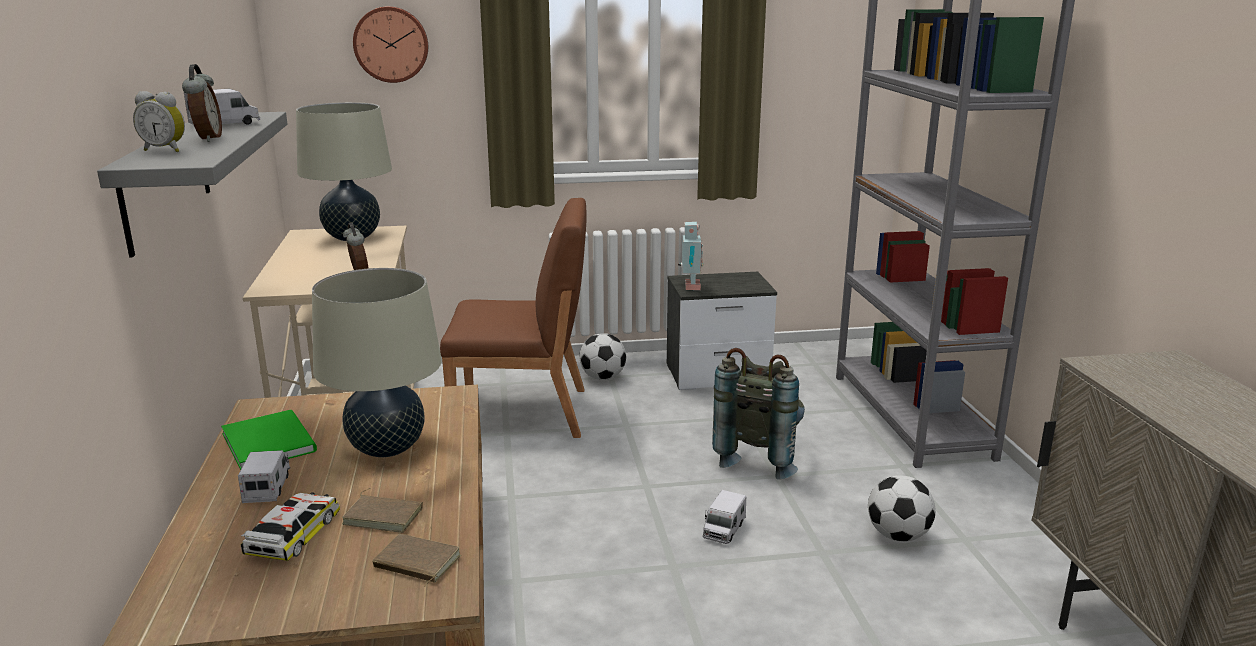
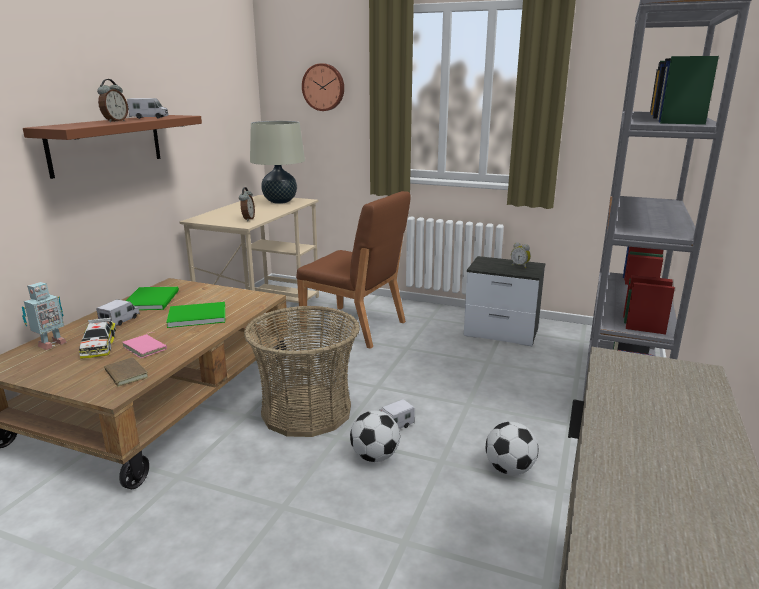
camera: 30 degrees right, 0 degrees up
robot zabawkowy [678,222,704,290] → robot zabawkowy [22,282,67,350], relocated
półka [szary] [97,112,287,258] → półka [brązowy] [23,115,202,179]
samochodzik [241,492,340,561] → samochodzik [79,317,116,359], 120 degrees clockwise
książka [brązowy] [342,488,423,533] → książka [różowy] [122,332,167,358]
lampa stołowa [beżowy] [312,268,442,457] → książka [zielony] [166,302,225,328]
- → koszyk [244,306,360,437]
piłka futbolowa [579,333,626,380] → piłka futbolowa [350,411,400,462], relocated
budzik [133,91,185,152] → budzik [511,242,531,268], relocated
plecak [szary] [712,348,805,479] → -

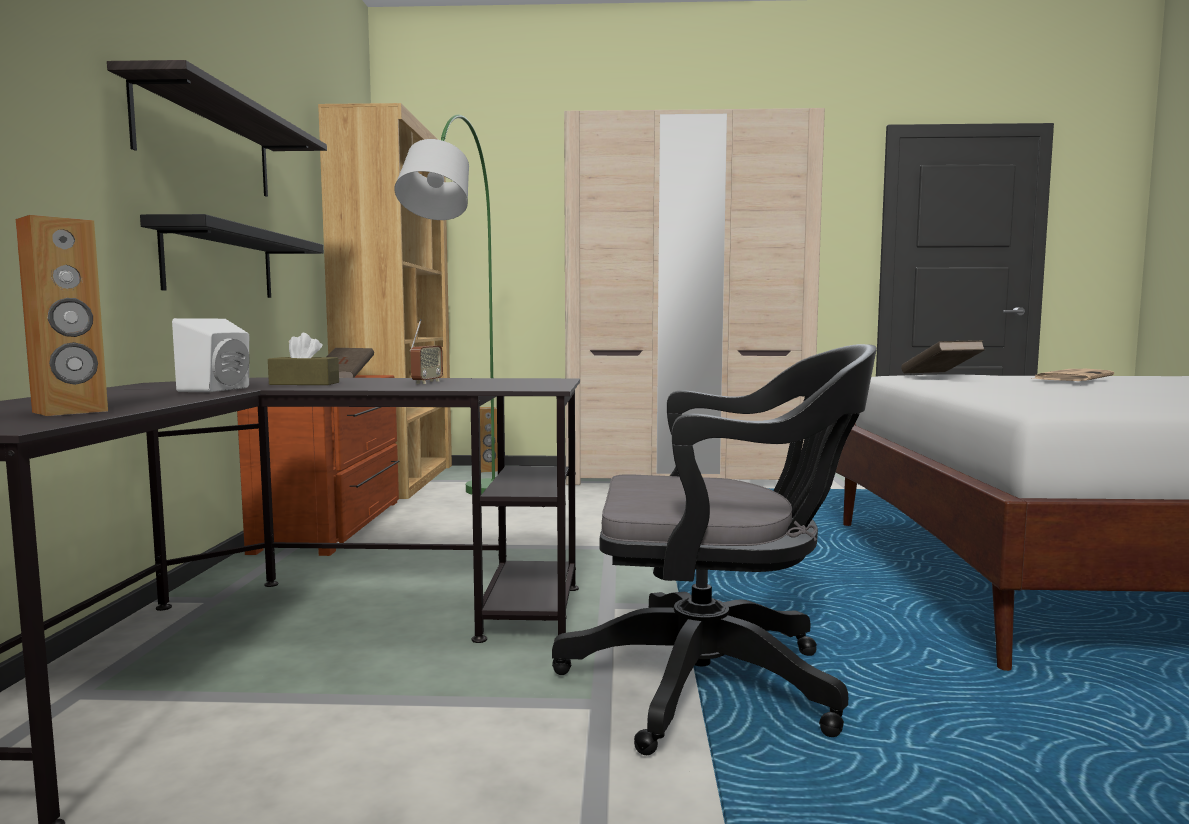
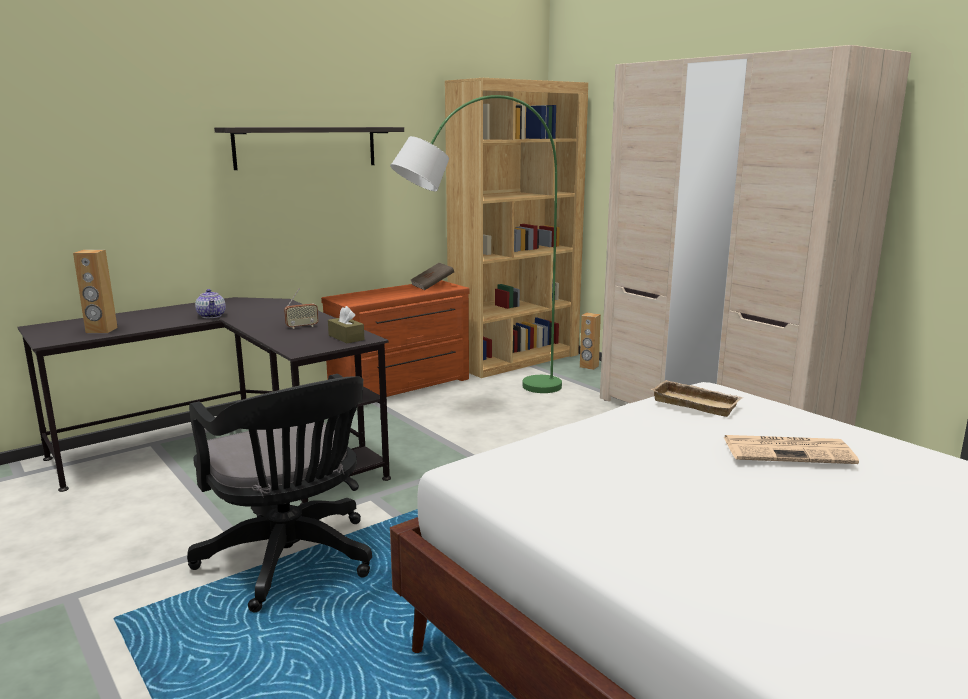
camera: 50 degrees right, 10 degrees up
głośnik [biały] [172,318,250,392] → imbryk [195,289,226,318]
pudełko chusteczek [brązowy] [268,333,339,385] → pudełko chusteczek [brązowy] [328,306,365,343], relocated
książka [brązowy] [901,340,985,373] → taca [beżowy] [650,380,743,417]
półka [czarny] [140,214,324,298] → -

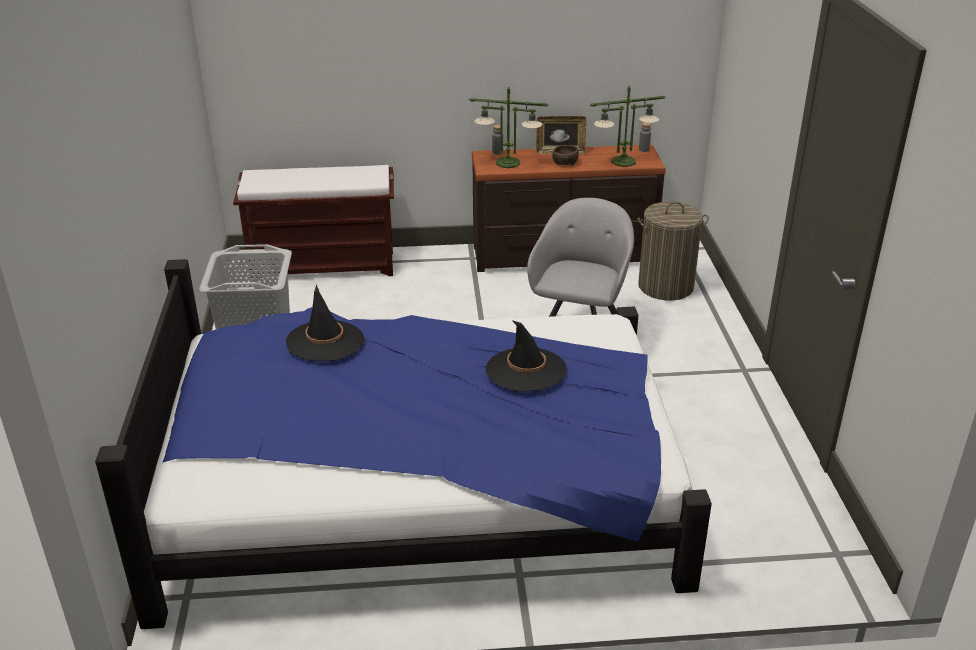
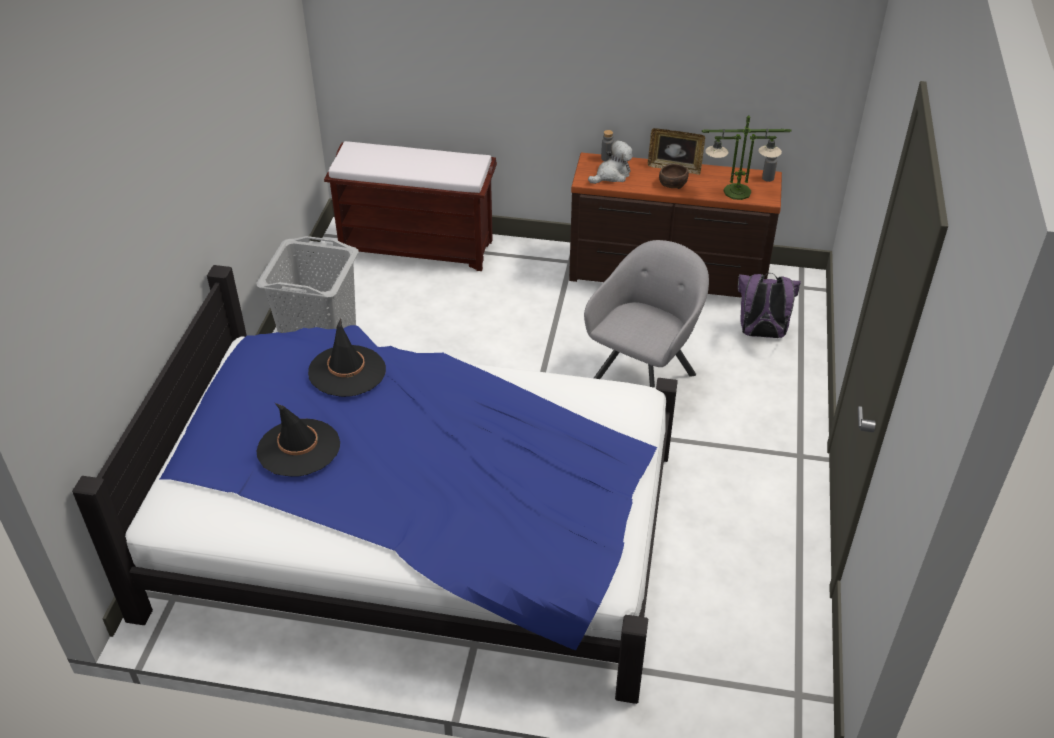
camera: 15 degrees right, 10 degrees up
kapelusz [czarny] [486,320,567,391] → kapelusz [czarny] [257,403,340,476], relocated
lampa stołowa [469,87,549,168] → pluszak [588,140,633,184]
kosz na pranie [638,202,709,301] → plecak [fioletowy] [738,273,801,338]

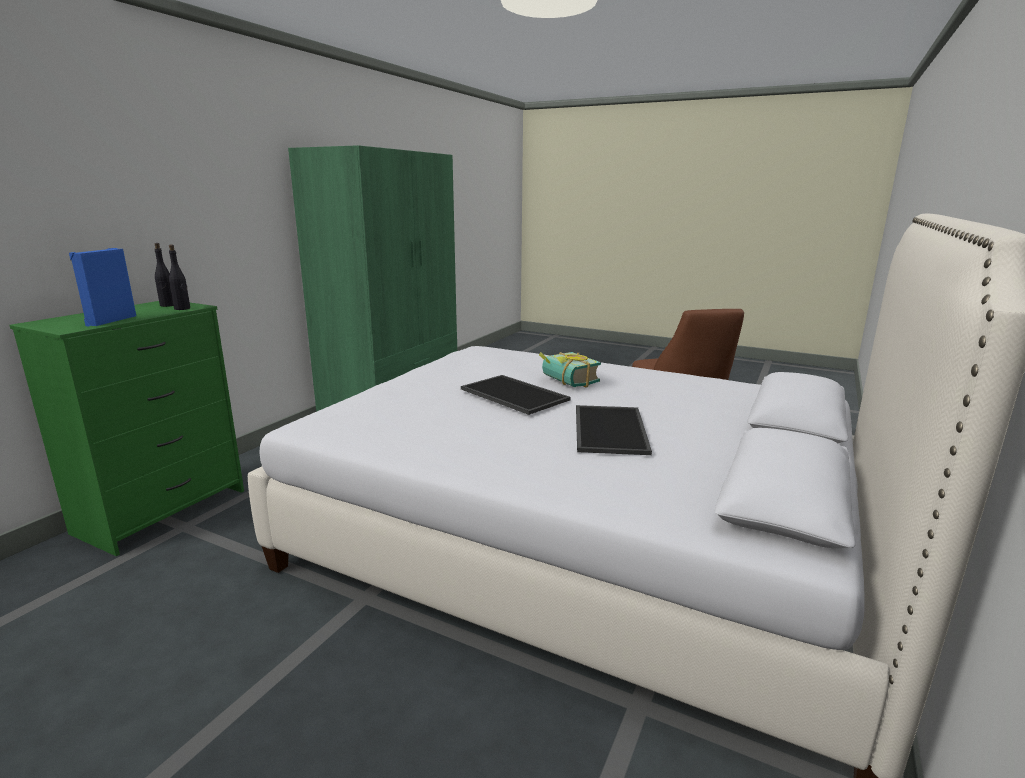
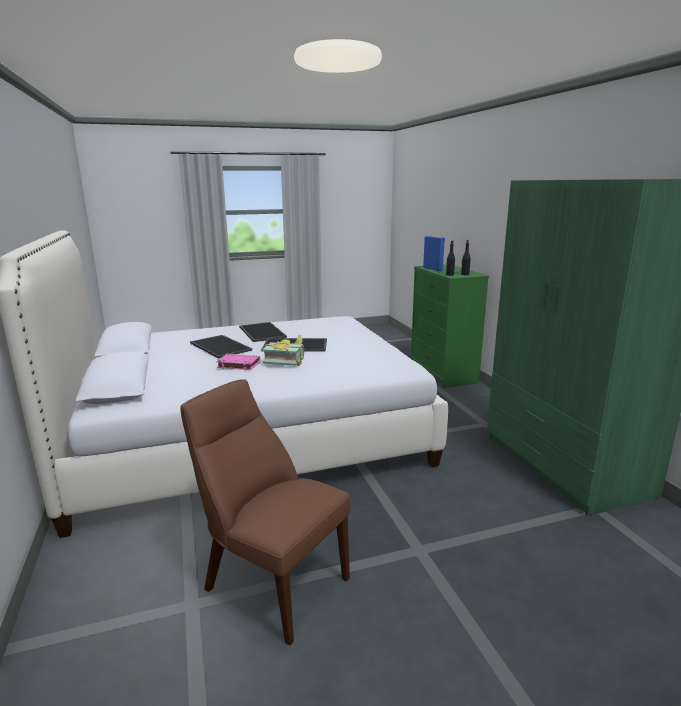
camera: 135 degrees right, 0 degrees up
- → książka [różowy] [216,354,260,370]
- → taca [239,322,287,342]

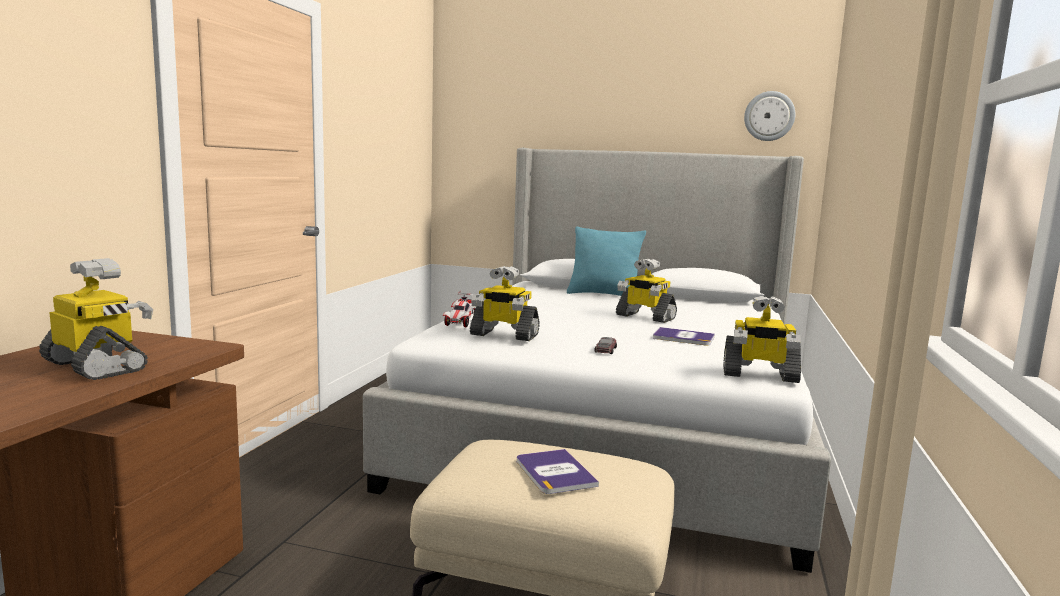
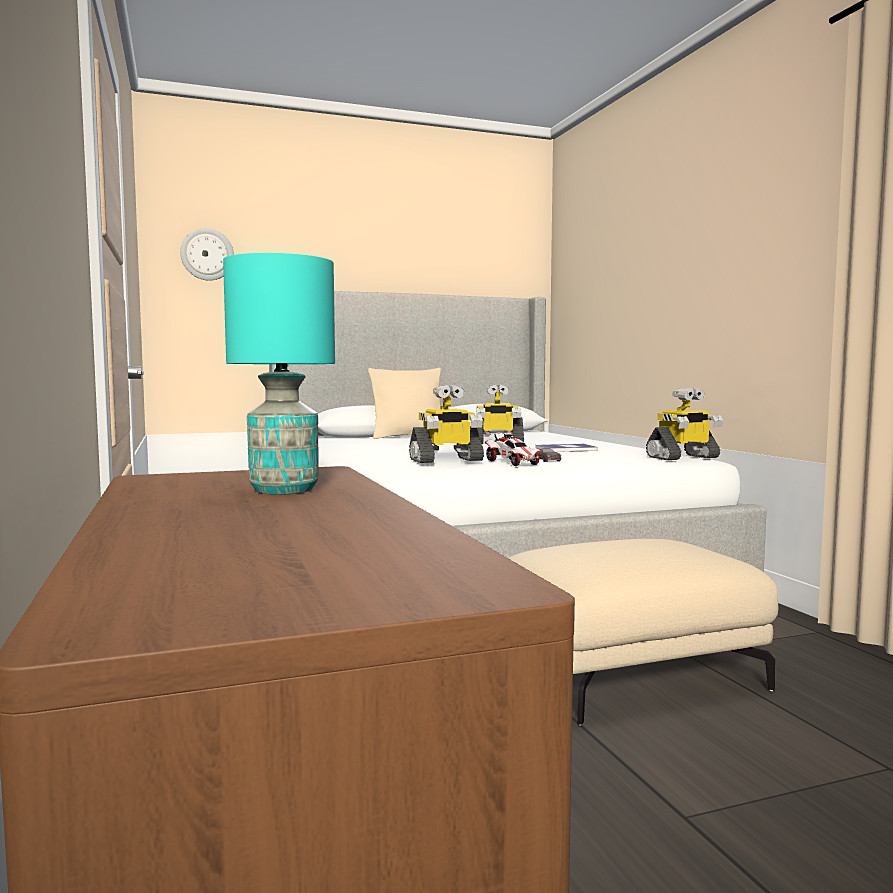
camera: 35 degrees left, 5 degrees down
zegar ścienny [744,91,795,141] → zegar ścienny [180,228,234,281], relocated
robot zabawkowy [39,258,153,380] → lampa stołowa [turkusowy] [223,253,335,495]
poduszka [turkusowy] [567,227,646,296] → poduszka [beżowy] [368,368,441,439]
samochodzik [443,290,477,327] → samochodzik [485,430,541,466], relocated
książka [517,449,599,494] → -

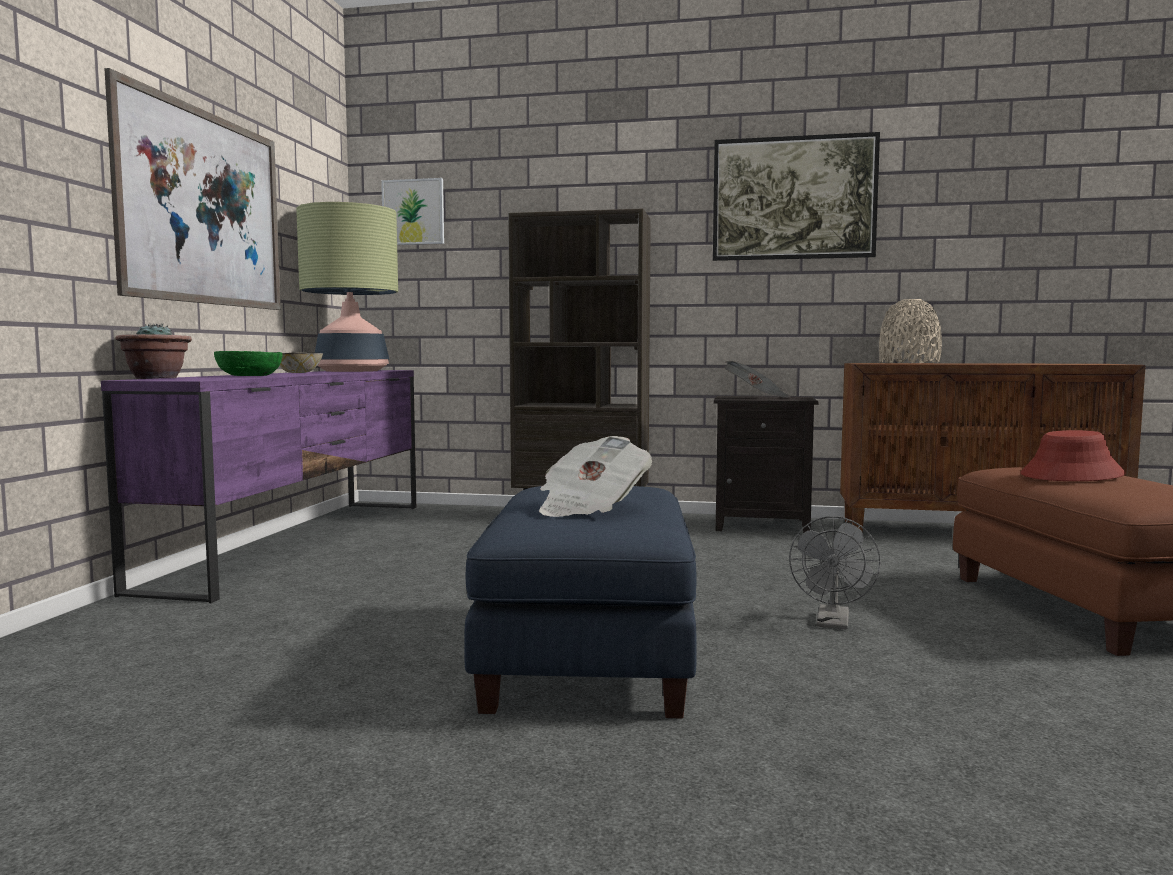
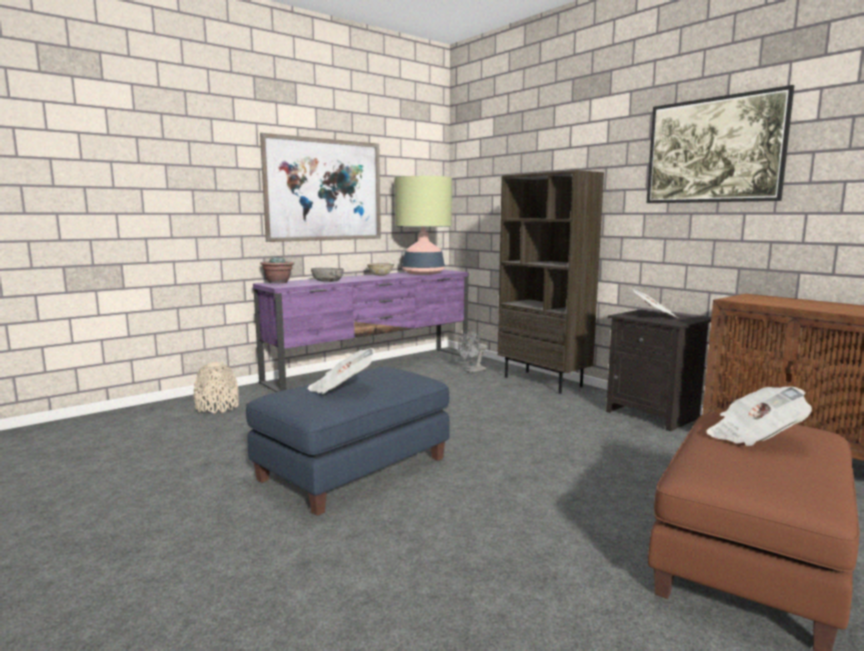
camera: 40 degrees right, 5 degrees up
wazon [beżowy] [879,299,942,363] → wazon [beżowy] [194,362,239,413], relocated
miska [zielony] [214,351,282,376] → miska [szary] [311,268,344,282]
wentylator [szary] [789,516,881,629] → wentylator [szary] [458,329,488,373], relocated
kapelusz [czerwony] [1020,430,1126,481] → gazeta [707,387,812,446]
obraz [381,178,444,245] → -

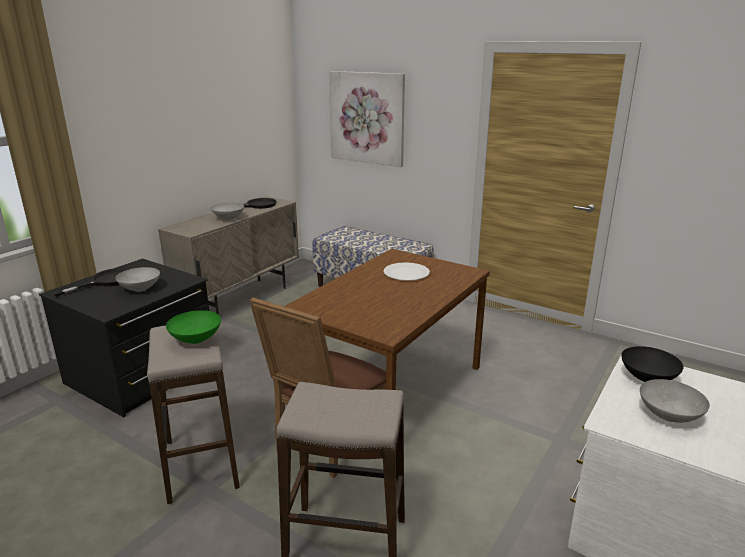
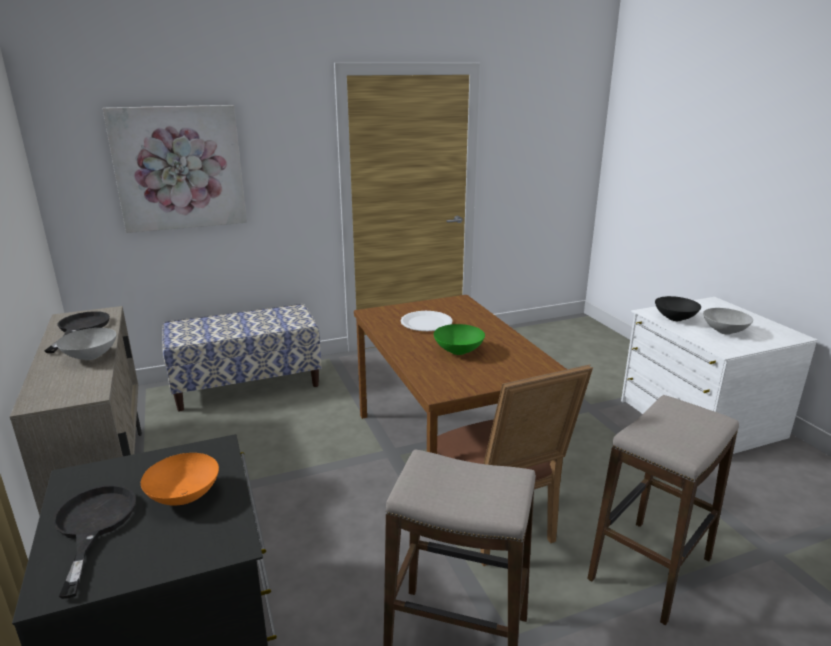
camera: 55 degrees left, 0 degrees up
miska [szary] [116,267,160,292] → miska [pomarańczowy] [141,453,219,506]
miska [zielony] [166,310,221,344] → miska [zielony] [434,324,485,355], relocated

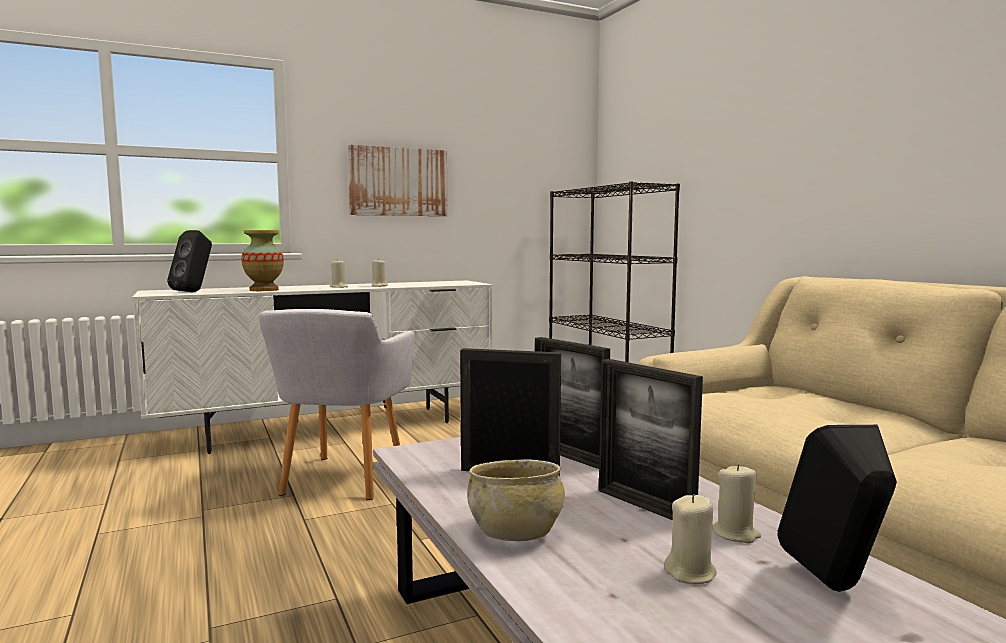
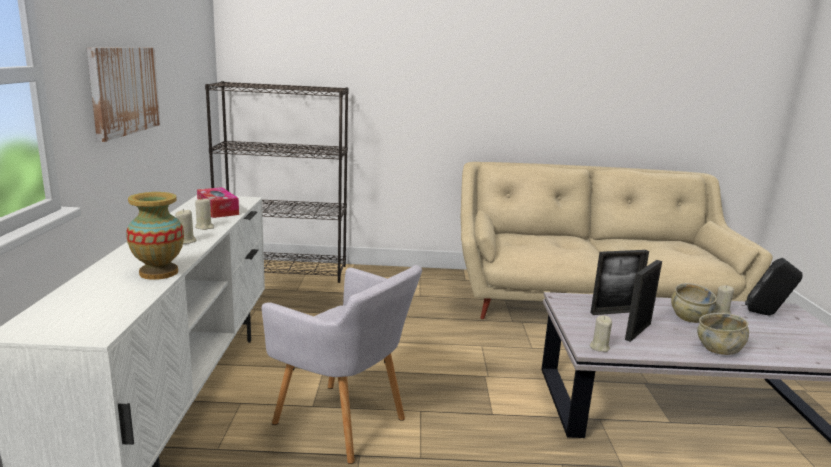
camera: 65 degrees left, 10 degrees up
- → pudełko chusteczek [197,187,239,218]
świeca [beżowy] [664,494,717,584] → świeca [beżowy] [590,316,612,352], relocated
ramka na zdjęcie [599,359,703,520] → miska [beżowy] [671,283,717,323]
głośnik [czarny] [167,230,212,292] → -

